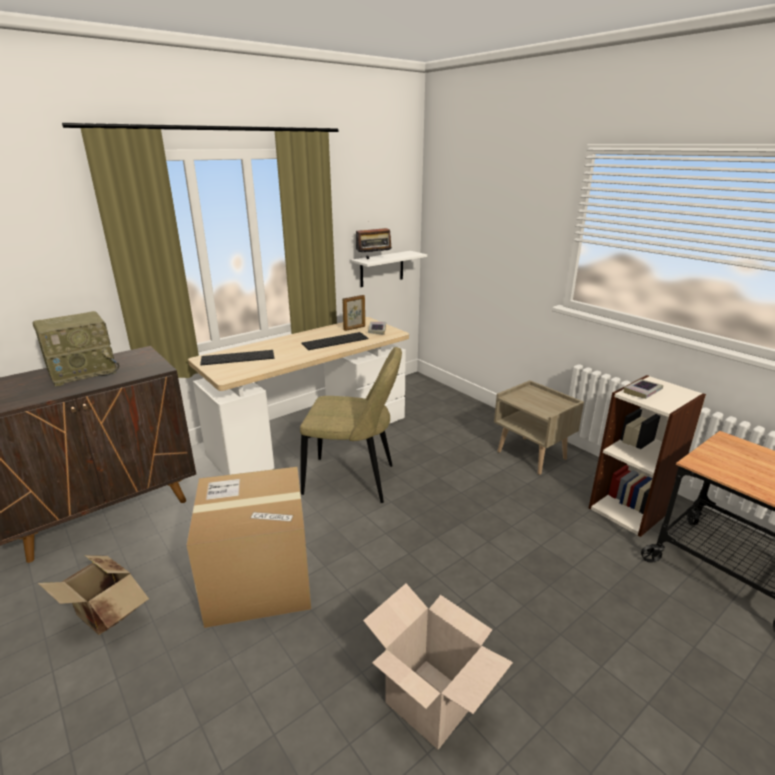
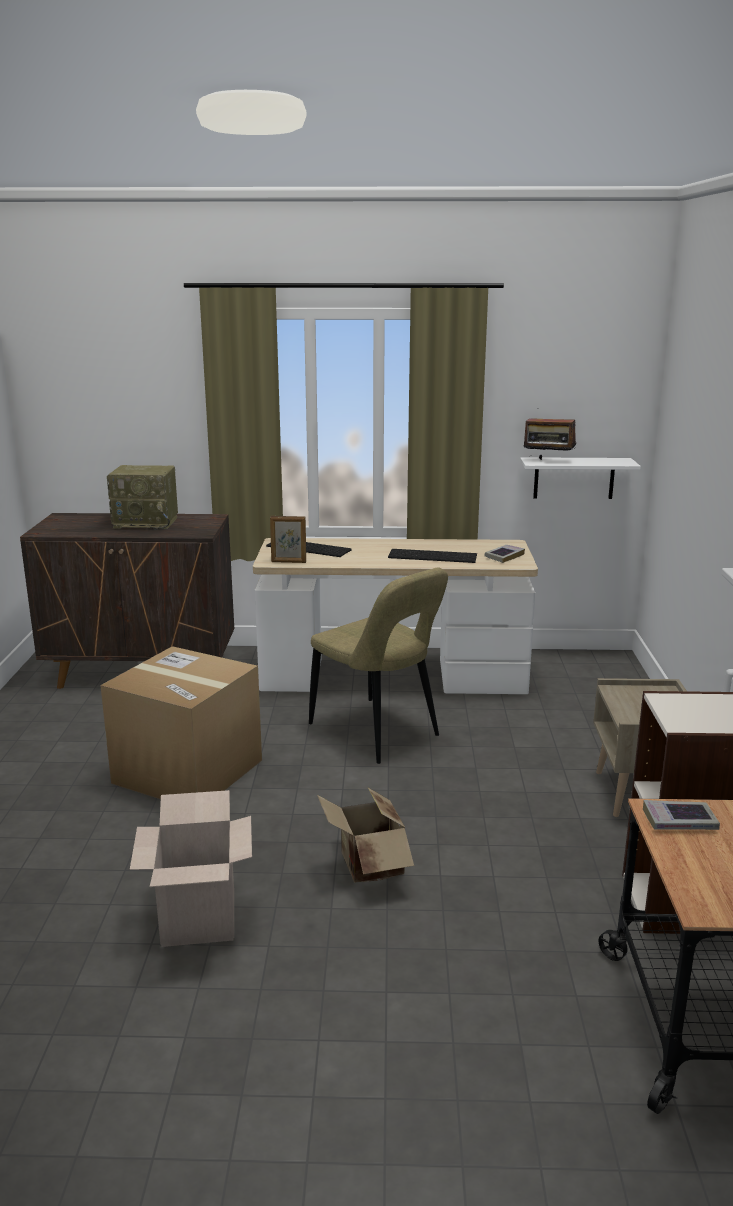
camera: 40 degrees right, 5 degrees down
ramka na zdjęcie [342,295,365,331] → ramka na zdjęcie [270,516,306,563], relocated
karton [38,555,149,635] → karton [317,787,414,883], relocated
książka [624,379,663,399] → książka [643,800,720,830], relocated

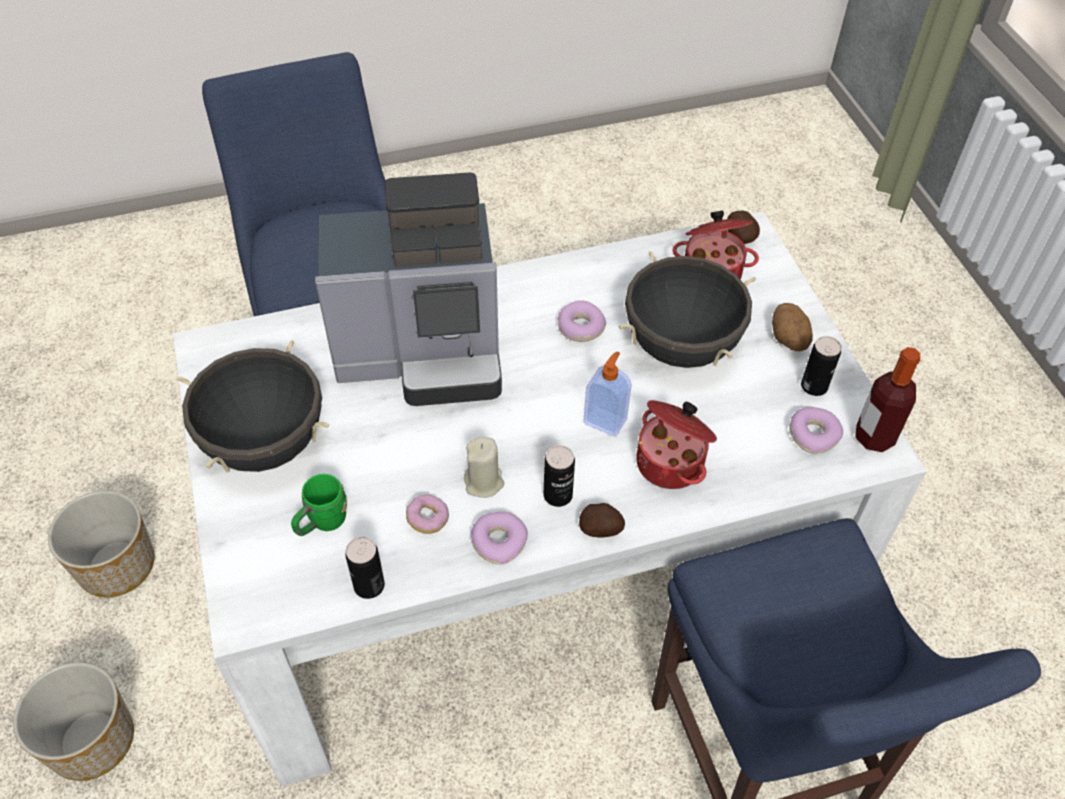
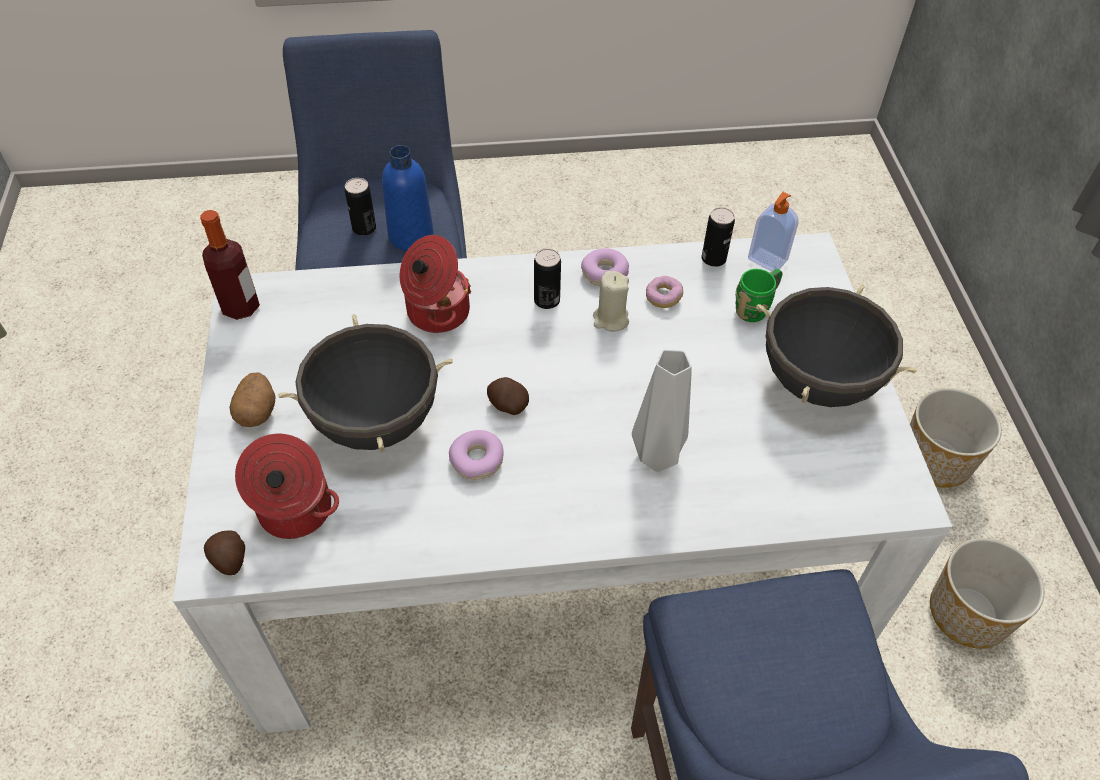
camera: 170 degrees left, 0 degrees up
puszka [801,336,841,396] → puszka [345,178,376,235], relocated
- → butelka [niebieski] [382,145,434,251]
ziemniak [579,503,625,538] → ziemniak [487,377,529,415], relocated
ekspres do kawy [315,172,502,406] → wazon [szary] [632,350,692,471]
dozownik mydła [583,352,632,437] → dozownik mydła [748,192,799,271], relocated
donut [789,407,843,454] → -

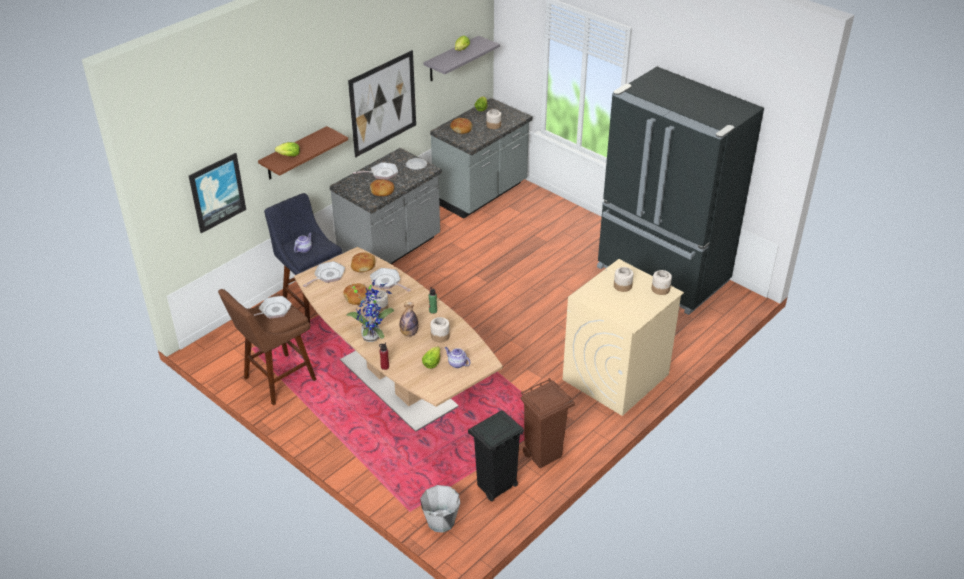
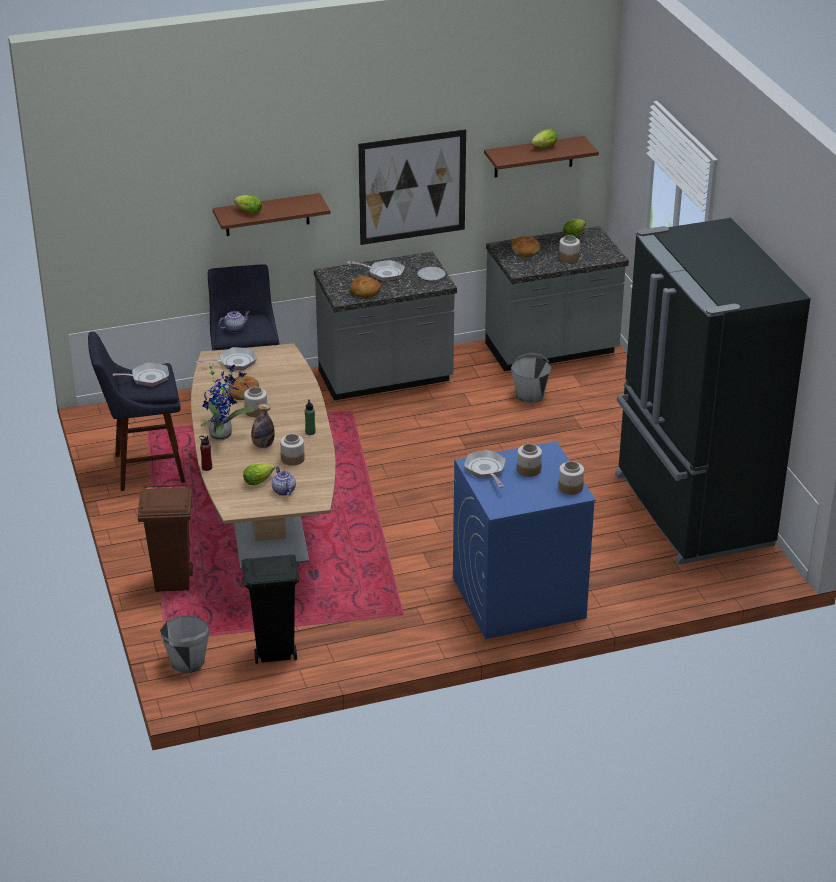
camera: 30 degrees right, 5 degrees down
stołek [brązowy] [218,289,317,405] → stołek [niebieski] [88,332,185,491]
kosz na śmieci [brązowy] [521,378,575,468] → kosz na śmieci [brązowy] [138,484,193,592], relocated
pralka [beżowy] [563,259,684,416] → pralka [niebieski] [453,441,596,639]
patelnia [370,268,411,292] → patelnia [464,450,506,488], relocated
półka [szary] [423,36,500,81] → półka [brązowy] [484,136,599,178]
- → wiadro [szary] [511,352,552,403]
obraz [189,153,246,233] → -
chleb [351,252,375,272] → -

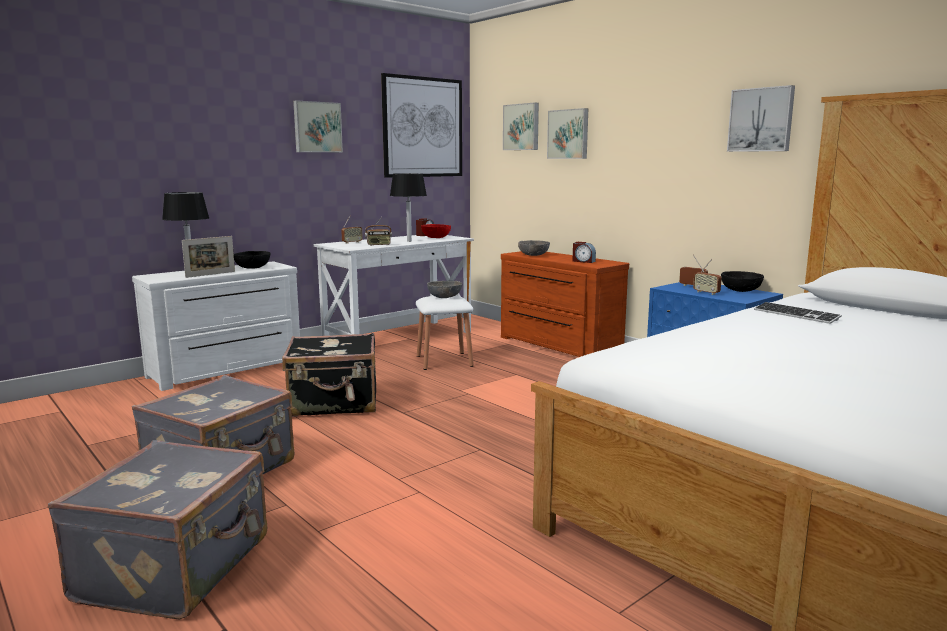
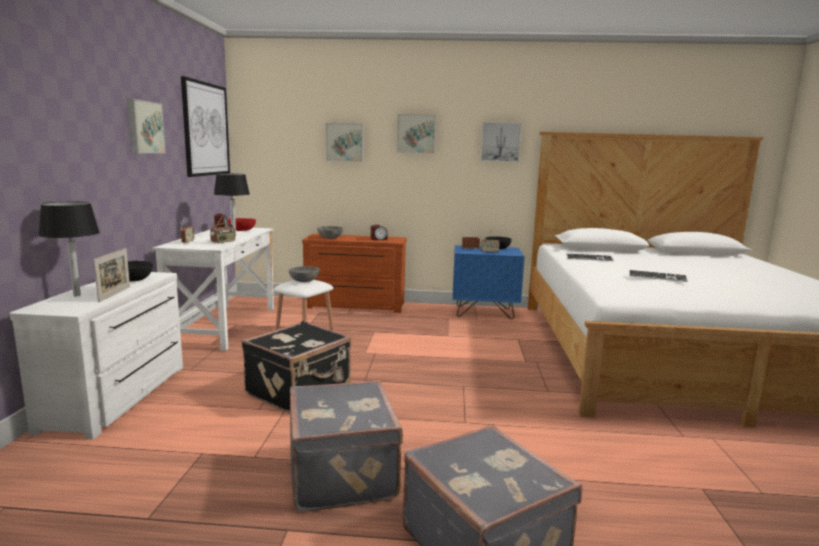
camera: 45 degrees left, 0 degrees up
obraz [503,102,539,150] → obraz [397,114,436,154], relocated
- → klawiatura [629,270,688,282]

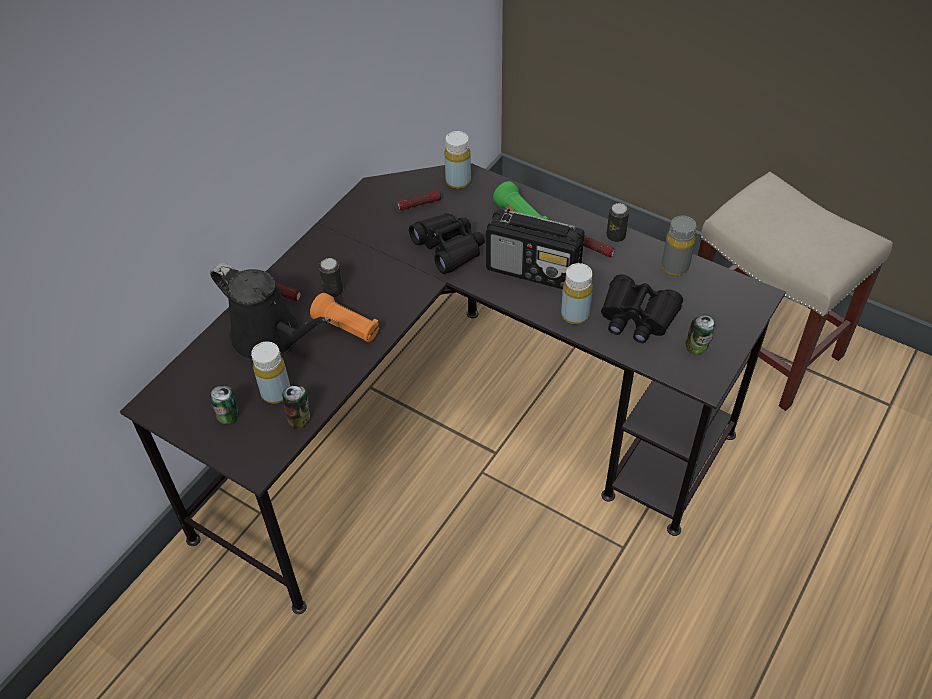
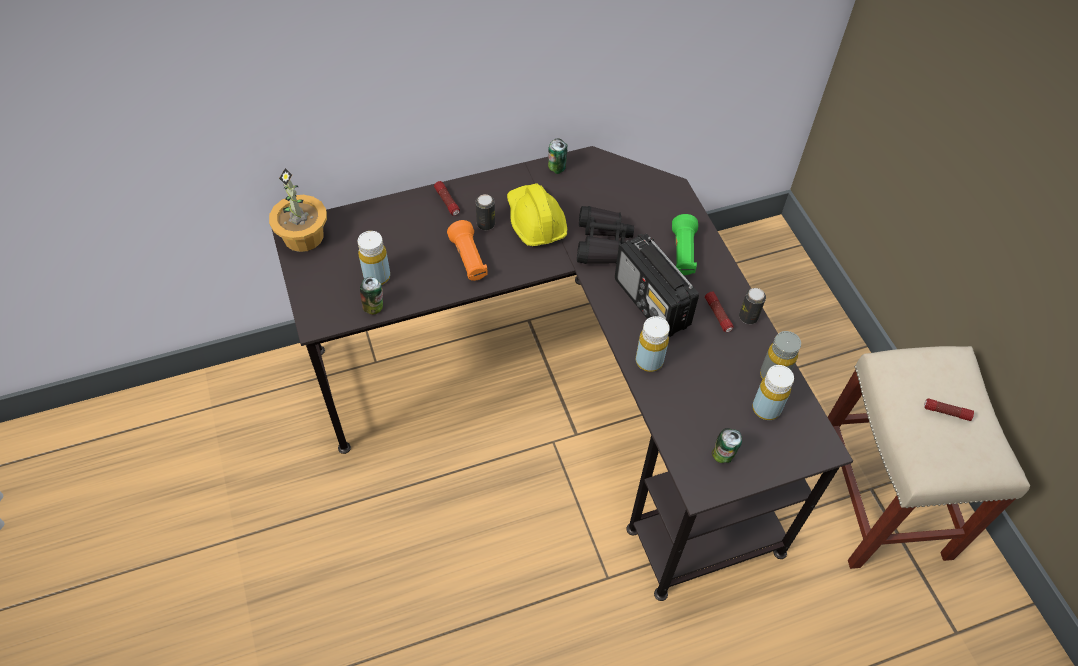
camera: 35 degrees right, 5 degrees up
- → roślina doniczkowa [269,168,327,252]
- → kask [żółty] [507,183,567,246]
puszka [211,385,239,424] → puszka [548,138,568,174], relocated
butelka [żółty] [445,131,471,189] → butelka [żółty] [752,365,794,420], relocated
latarka [398,190,441,210] → latarka [924,398,974,421], relocated
konewka [czarny] [210,263,331,362] → -
lornetka [czarny] [601,274,683,343] → -

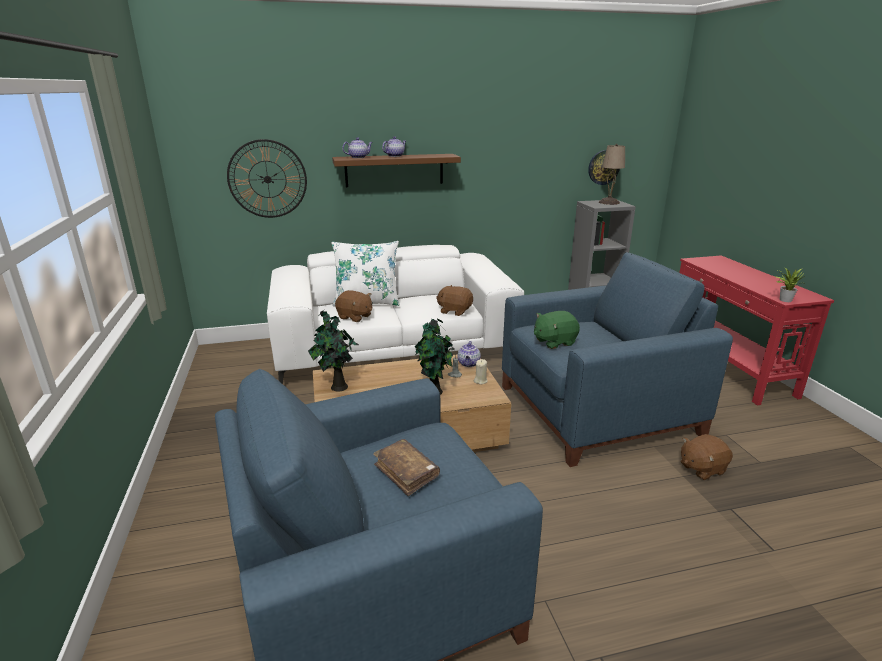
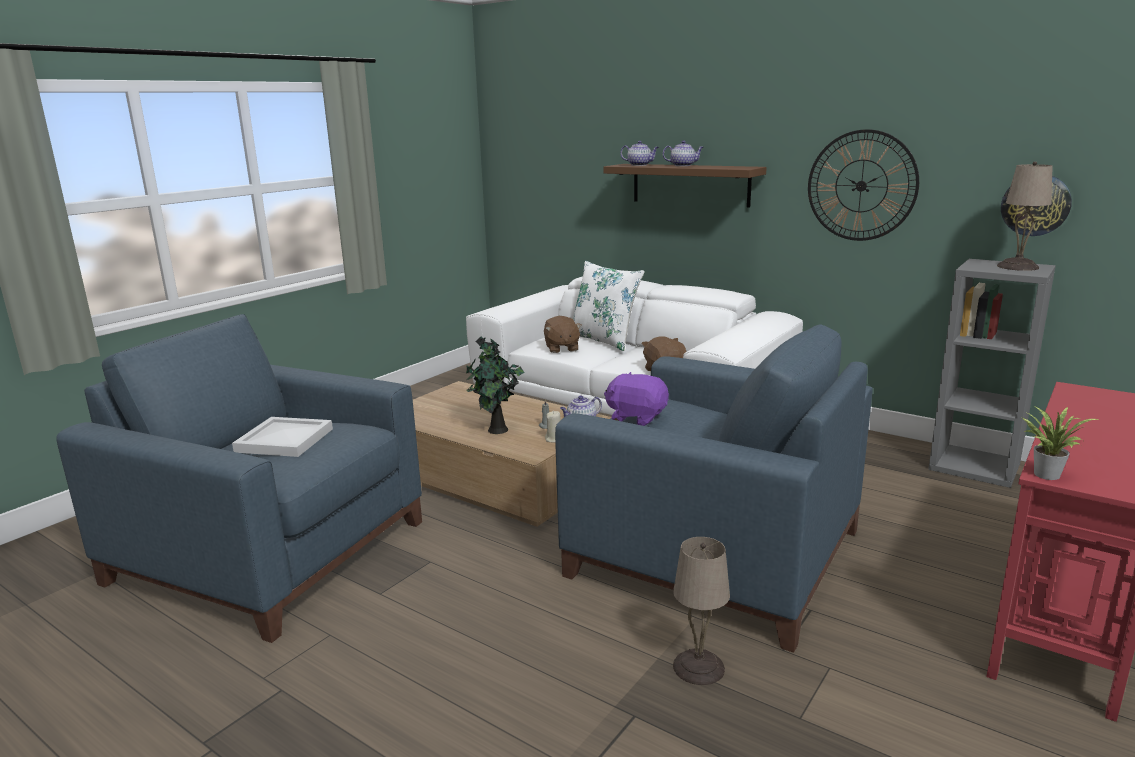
camera: 50 degrees right, 5 degrees down
książka [brązowy] [373,439,440,496] → taca [biały] [232,417,333,457]
pluszak [zielony] [534,311,580,349] → pluszak [fioletowy] [604,372,669,426]
pluszak [brązowy] [681,434,733,480] → lampa stołowa [beżowy] [673,537,730,685]
zegar ścienny [227,139,307,218] → zegar ścienny [808,129,919,241], relocated
roślina doniczkowa [308,310,359,391] → -

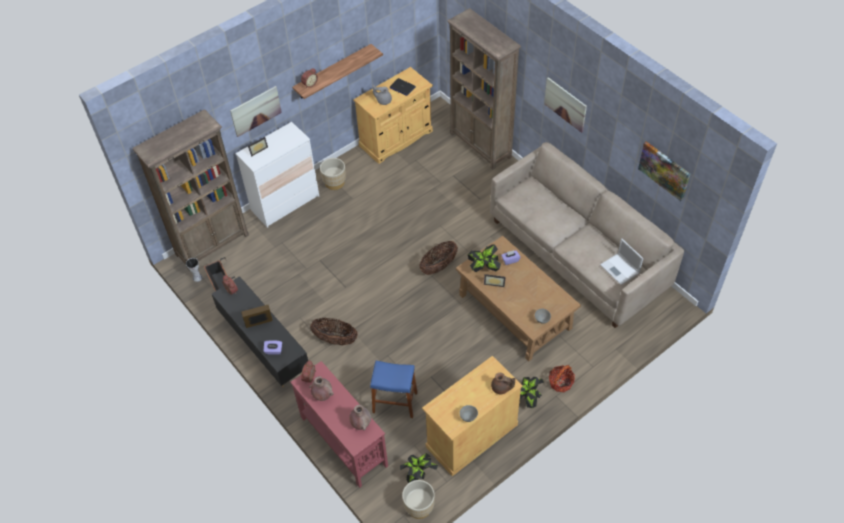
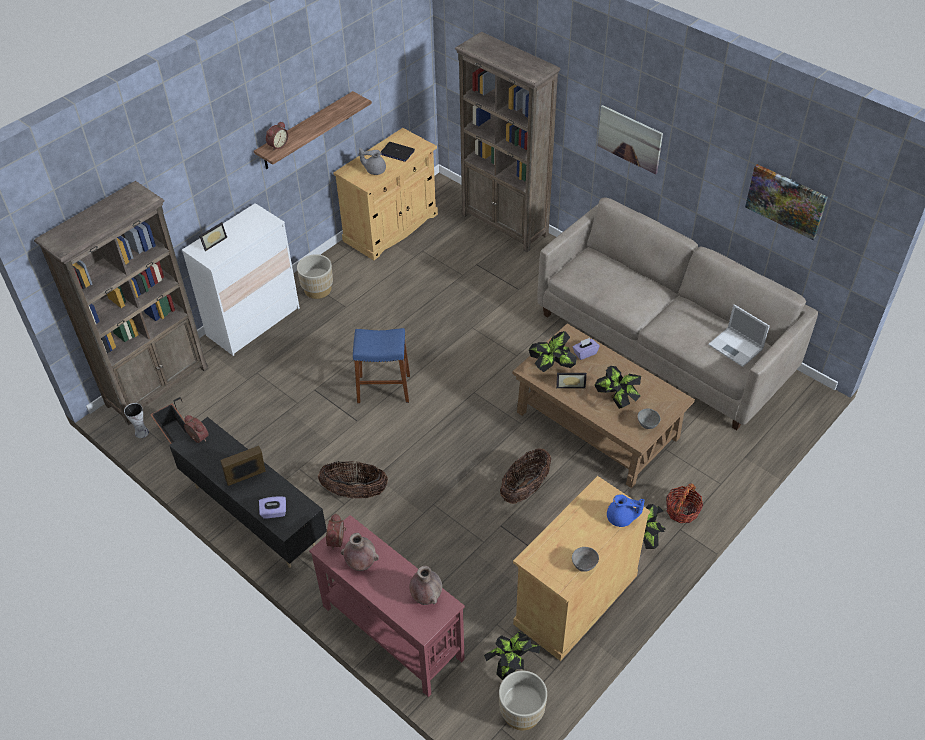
camera: 10 degrees left, 5 degrees down
stołek [niebieski] [370,361,418,418] → stołek [niebieski] [353,328,410,403], relocated
koszyk [419,241,458,275] → koszyk [500,448,551,504], relocated
- → roślina doniczkowa [594,366,641,409]
imbryk [brązowy] [491,373,515,394] → imbryk [niebieski] [607,494,645,527]
obraz [230,86,282,137] → -

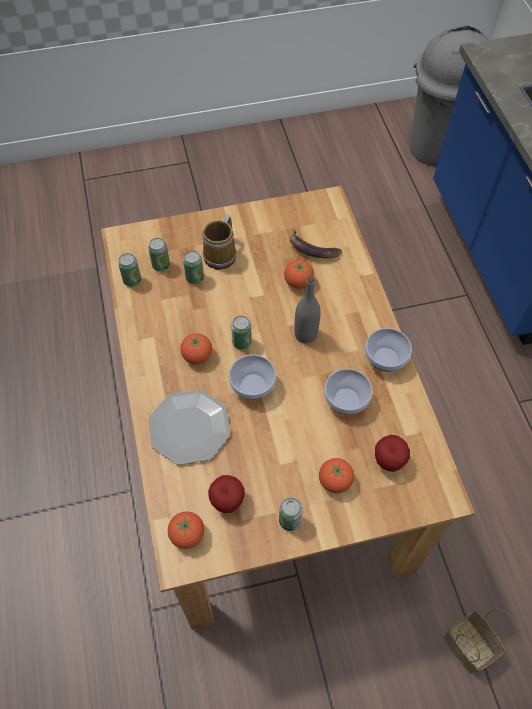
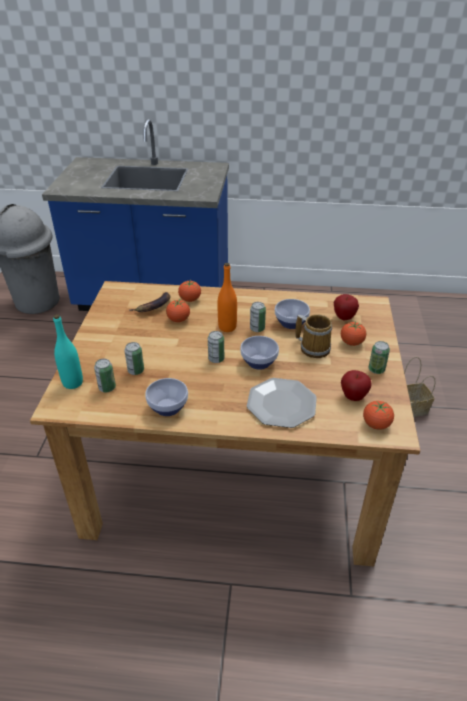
camera: 70 degrees left, 20 degrees down
- → butelka [turkusowy] [53,314,83,389]
miska [365,328,412,371] → miska [145,378,188,416], relocated
pomidor [180,333,212,364] → pomidor [178,280,201,302], relocated
butelka [szary] [294,276,321,343] → butelka [pomarańczowy] [217,263,237,332]
puszka [118,253,141,287] → puszka [250,302,266,332], relocated
kubek [202,214,236,270] → kubek [295,314,332,358], relocated

